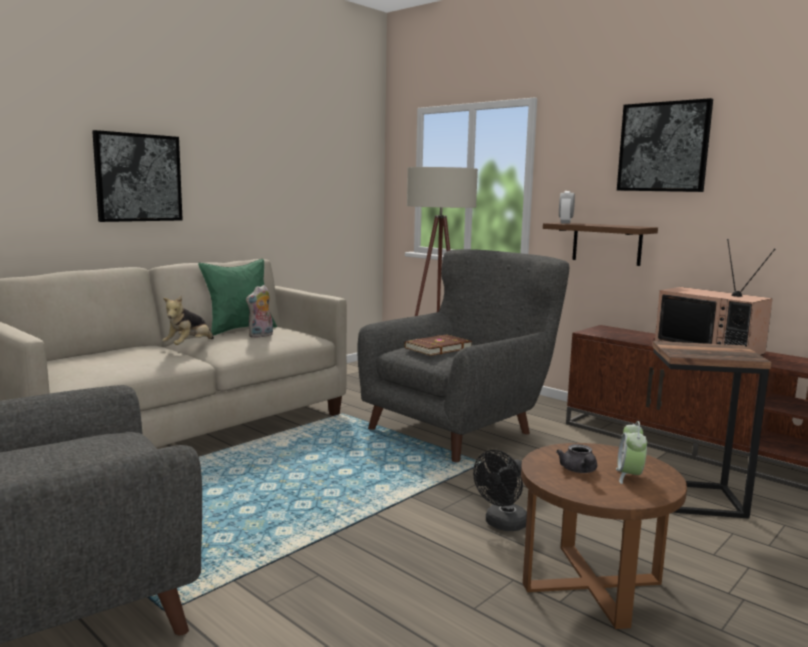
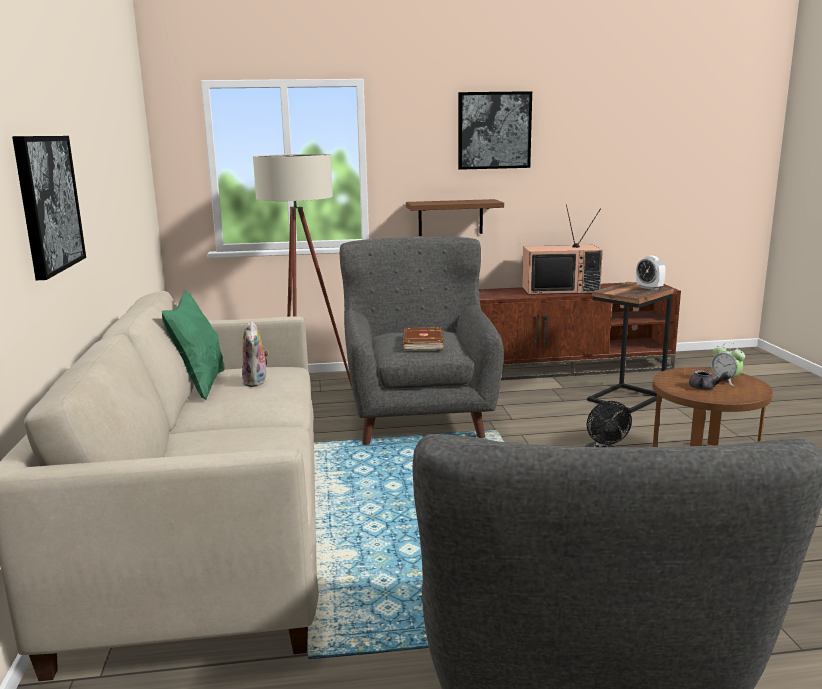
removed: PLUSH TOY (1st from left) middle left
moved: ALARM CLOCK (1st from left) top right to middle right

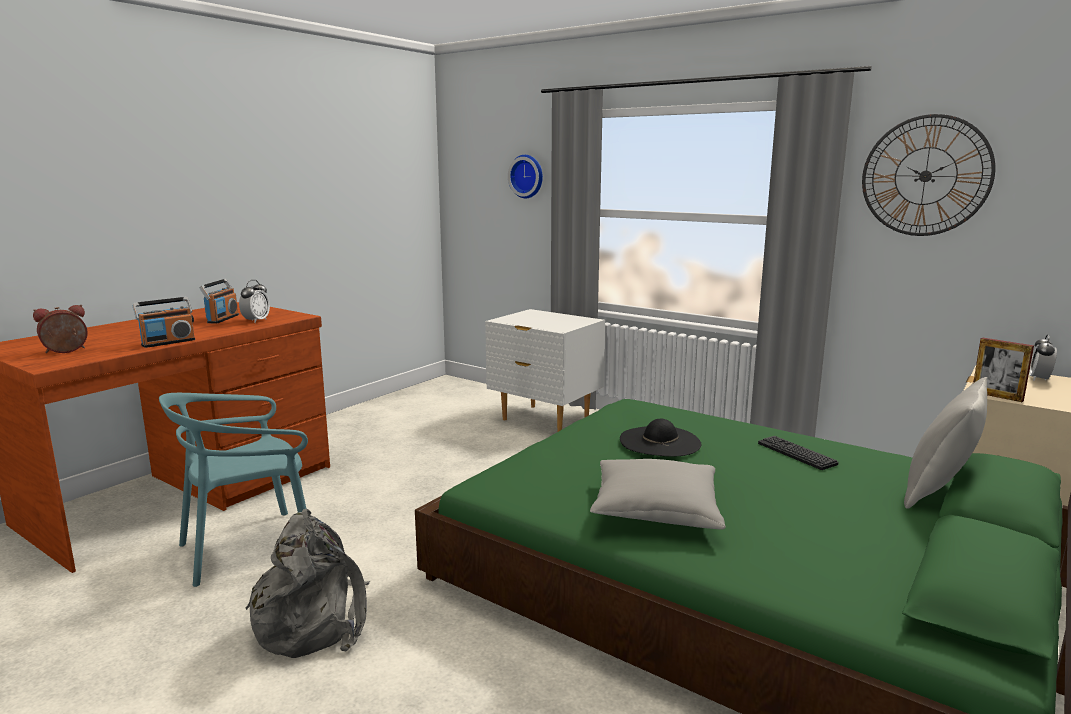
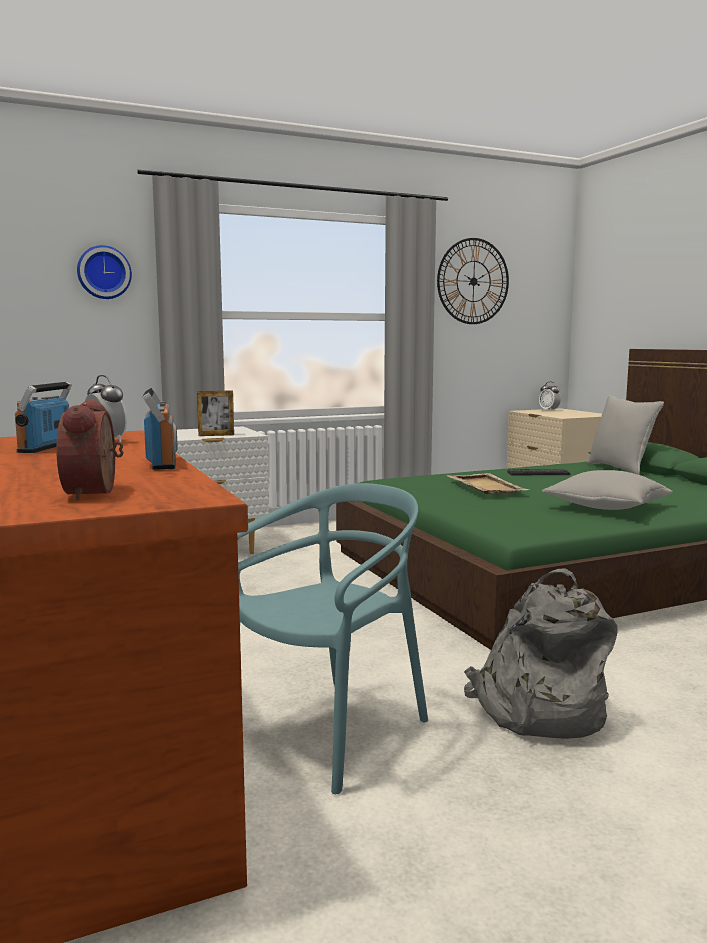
moved: PICTURE FRAME middle right to middle left
replaced: BLACK HAT centre to BEIGE TRAY middle right
turned: RADIO (2nd from left in the first image) middle left = middle left 120 degrees counterclockwise; TURQUOISE CHAIR bottom left = bottom centre 135 degrees counterclockwise

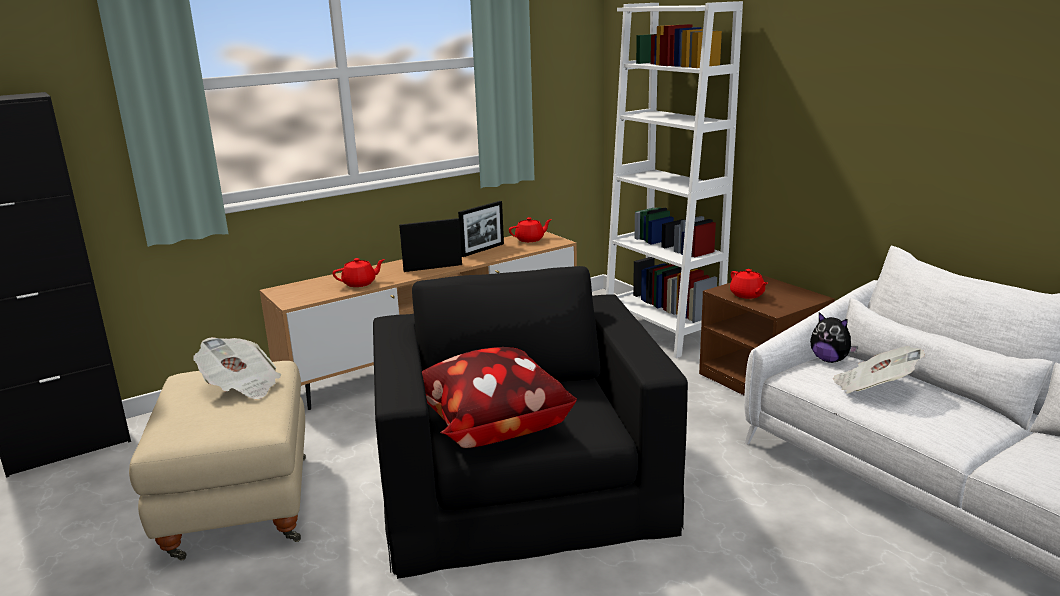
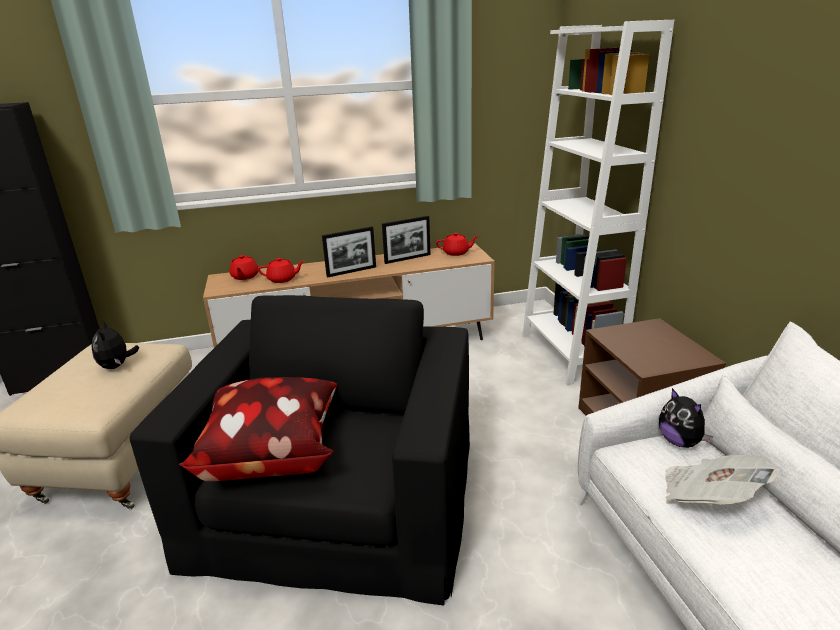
moved: RED TEAPOT (3rd from left in the first image) middle right to RED TEAPOT (1st from left) middle left
replaced: NEWSPAPER (1st from left) middle left to PLUSH TOY (1st from left) middle left
turned: PICTURE FRAME (1st from left) centre = centre 150 degrees clockwise

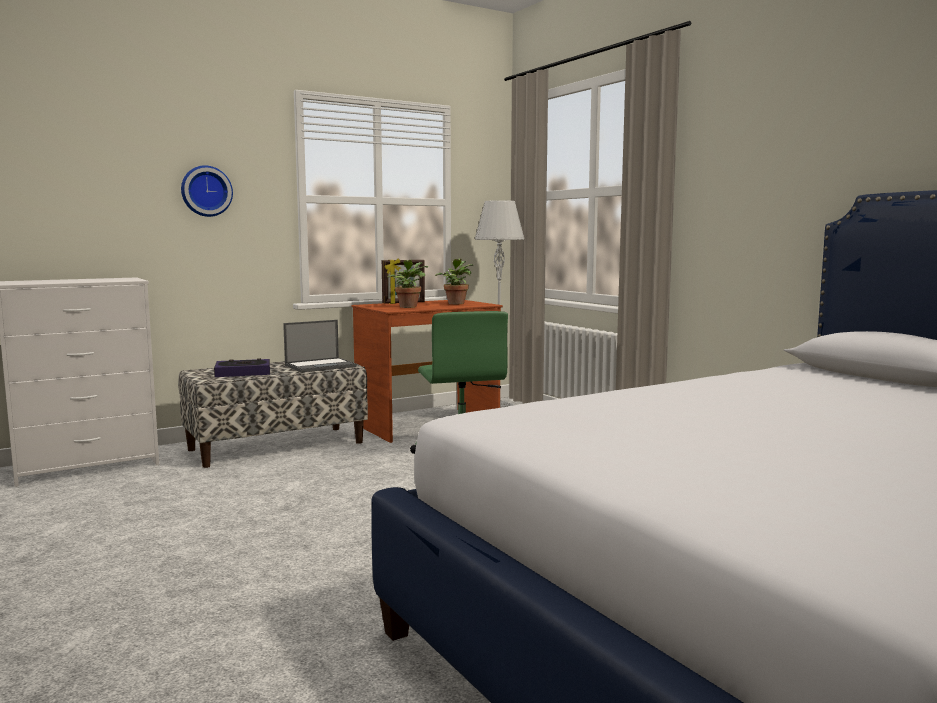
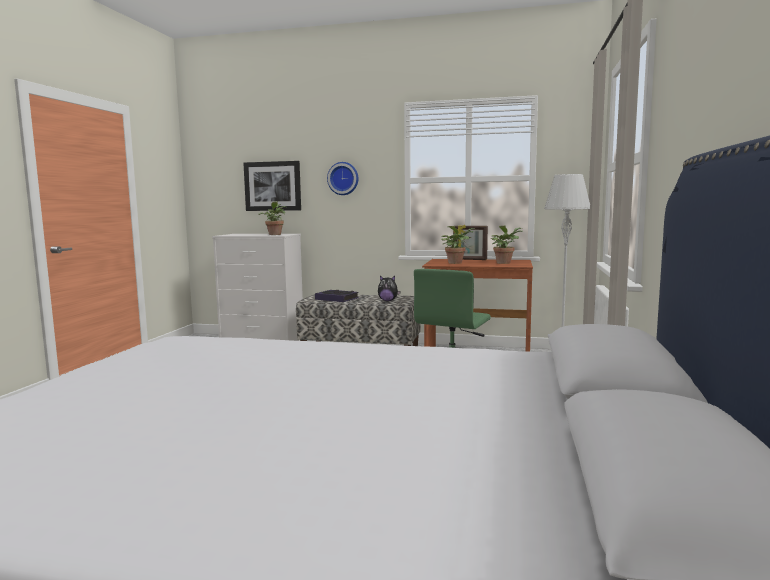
added: PICTURE top centre; POTTED PLANT (1st from left) centre
replaced: LAPTOP centre to PLUSH TOY centre

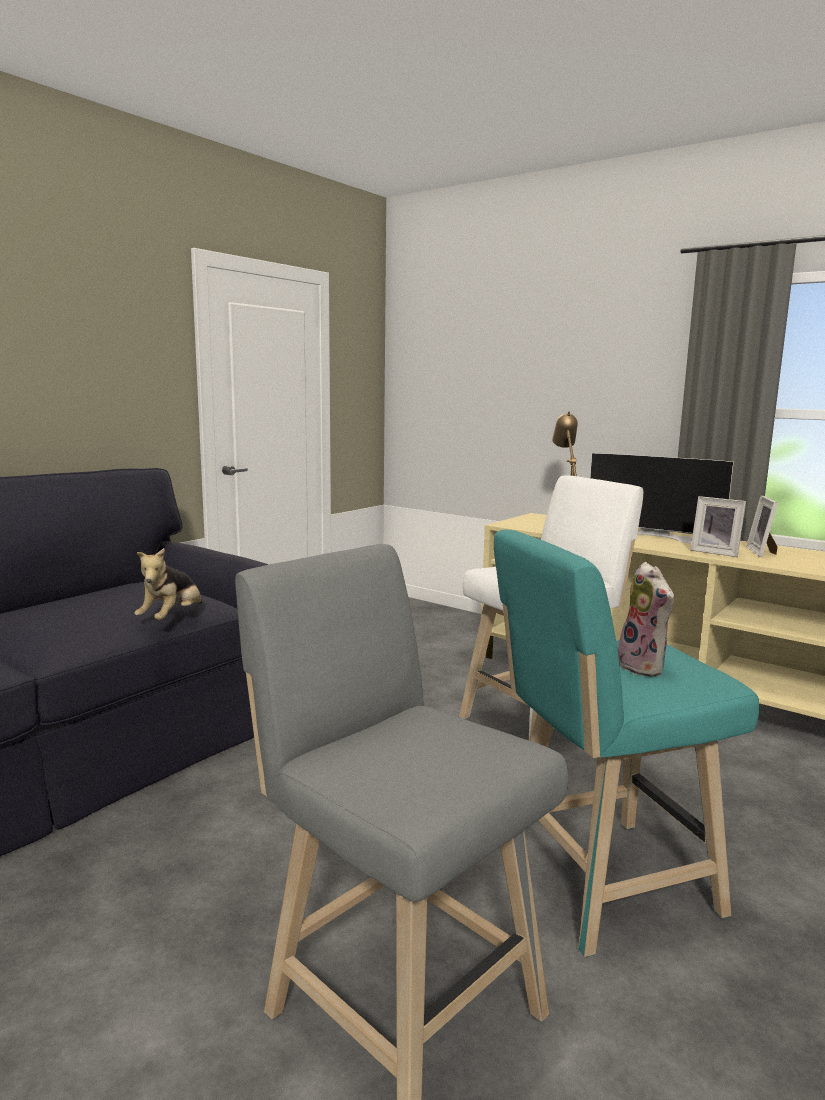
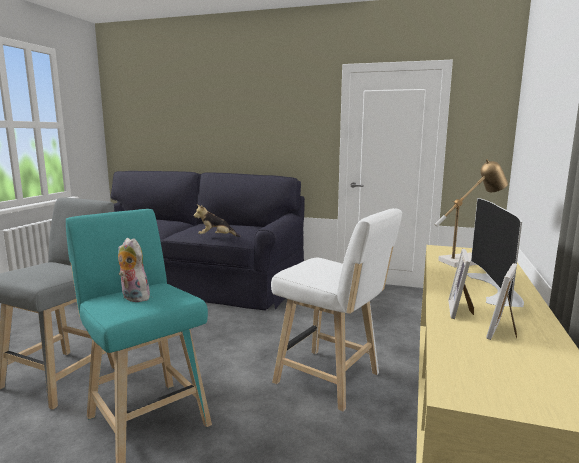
turned: PICTURE FRAME (2nd from left) middle right = middle right 45 degrees counterclockwise; PLUSH TOY (2nd from left in the first image) middle right = middle left 75 degrees clockwise

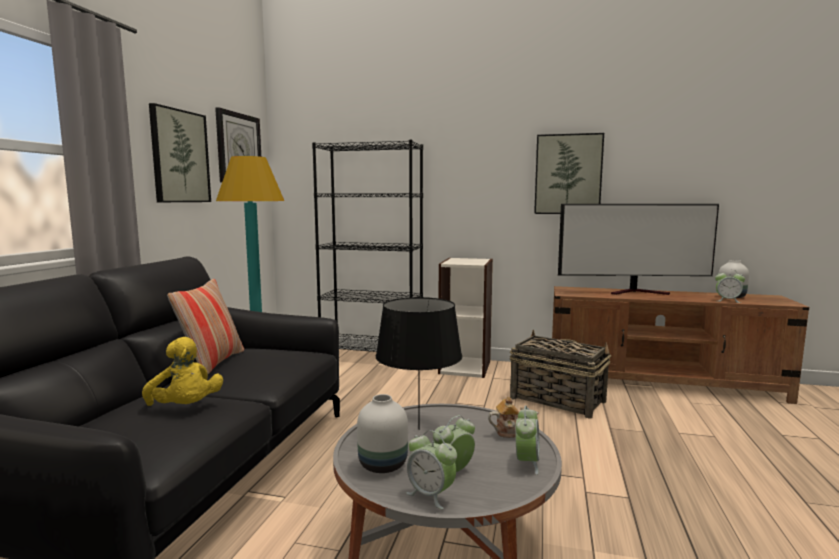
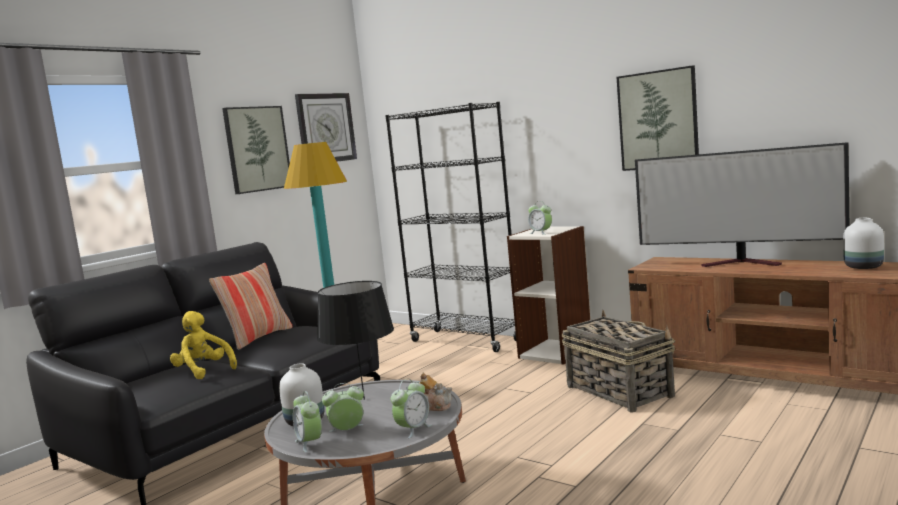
moved: ALARM CLOCK (4th from left) middle right to centre
turned: YELLOW PLUSH TOY middle left = bottom left 150 degrees clockwise

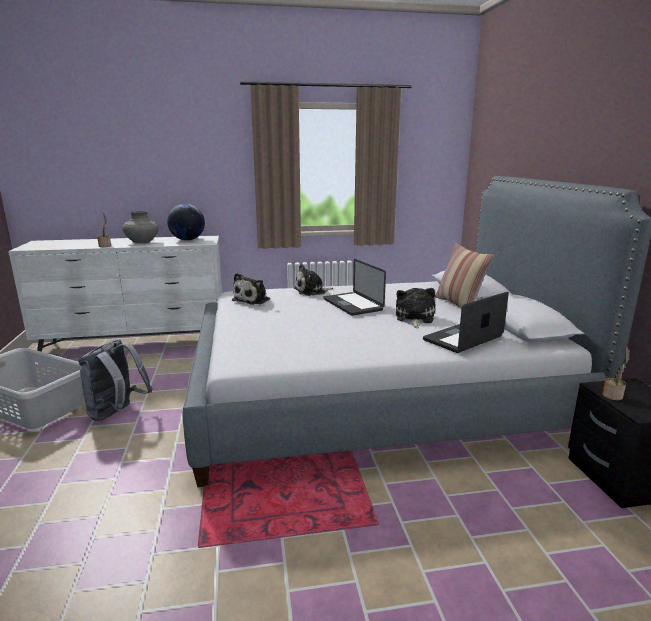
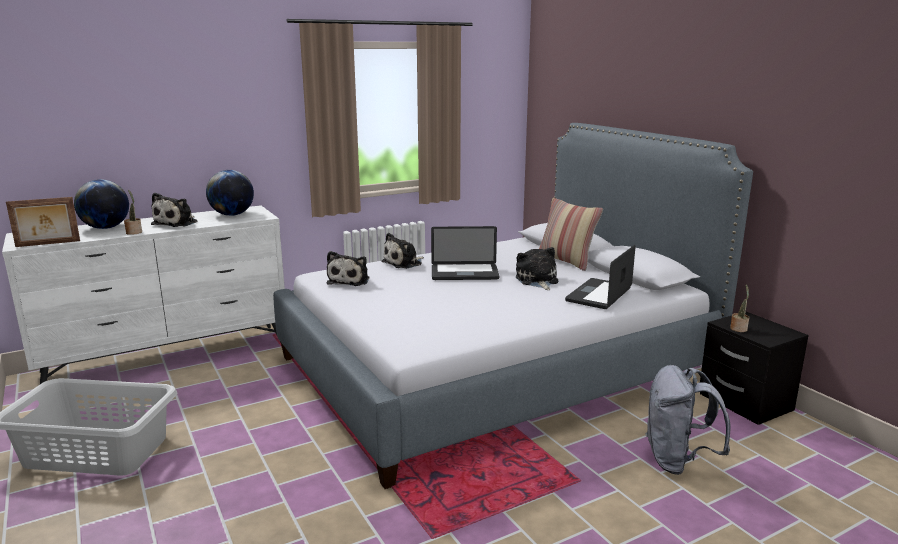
added: GLOBE (1st from left) middle left; PICTURE FRAME middle left
moved: GREY BACKPACK middle left to bottom right
replaced: GREY VASE middle left to PLUSH TOY (1st from left) middle left
turned: LAPTOP (1st from left) centre = centre 45 degrees counterclockwise

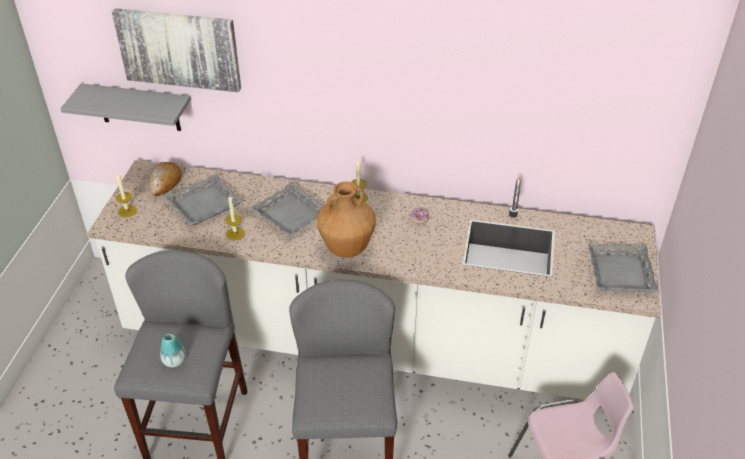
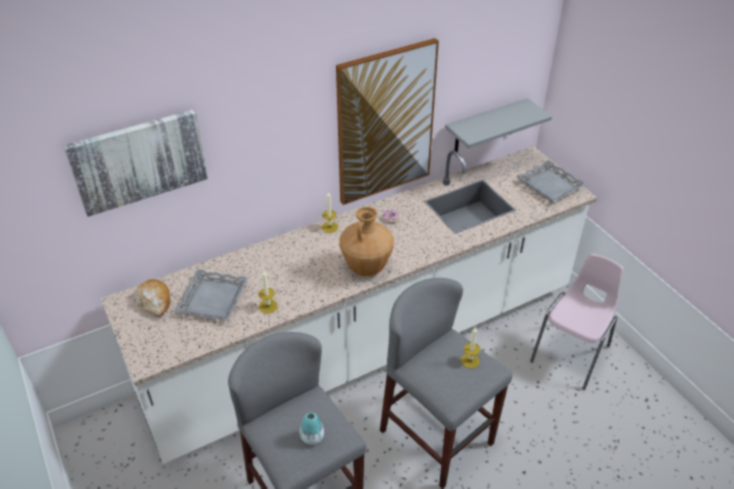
removed: GREY TRAY (2nd from left) centre
added: PICTURE (2nd from left) top centre
moved: GREY SHELF top left to top right; CANDLE (1st from left in the first image) middle left to CANDLE (3rd from left) bottom centre

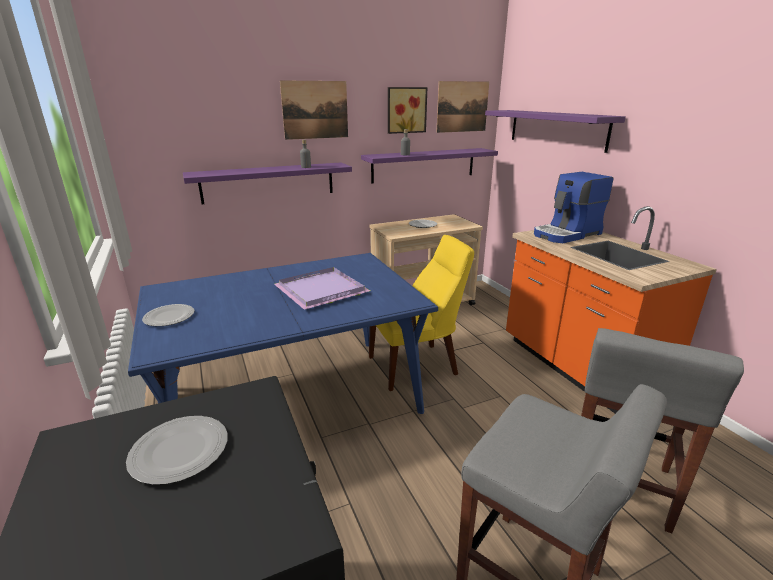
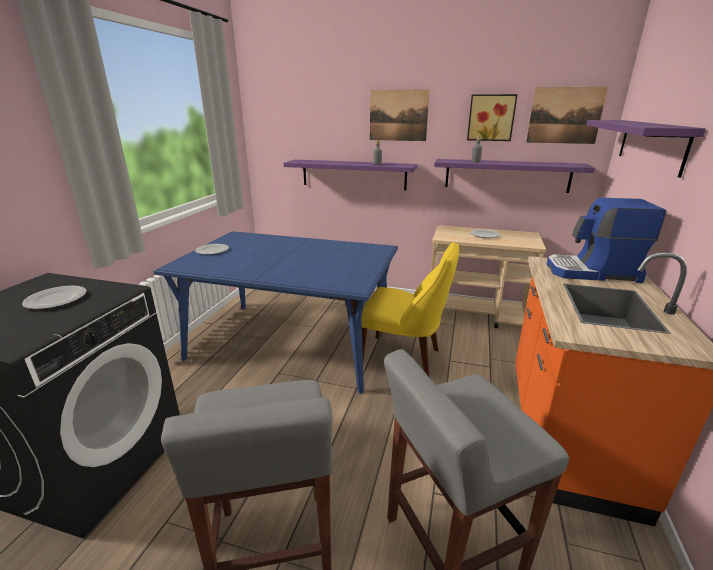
removed: PURPLE TRAY centre

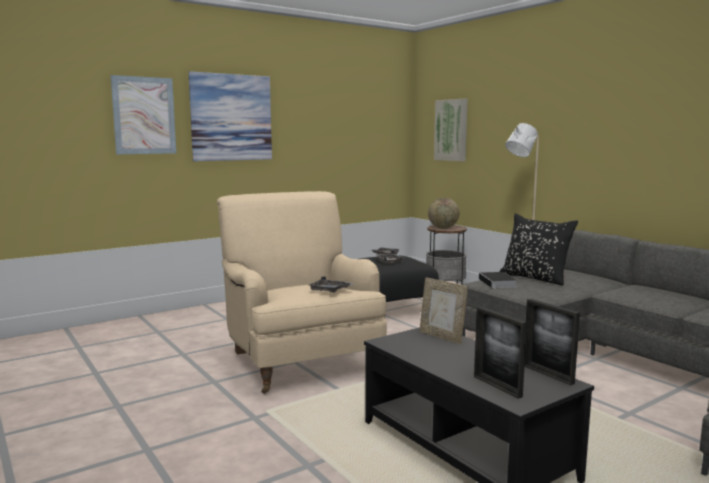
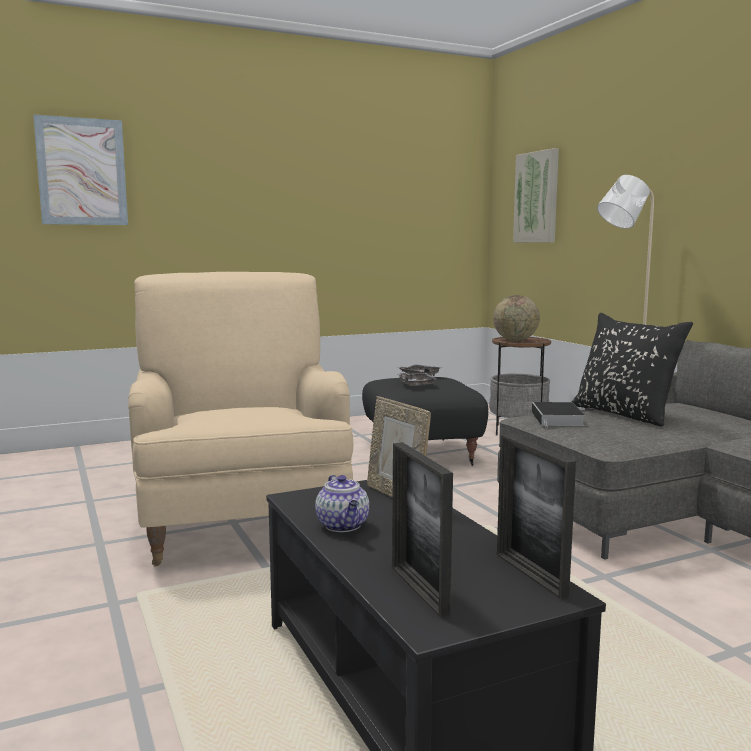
removed: PICTURE (2nd from left) top left; GREY TRAY (1st from left) centre
added: TEAPOT bottom centre

